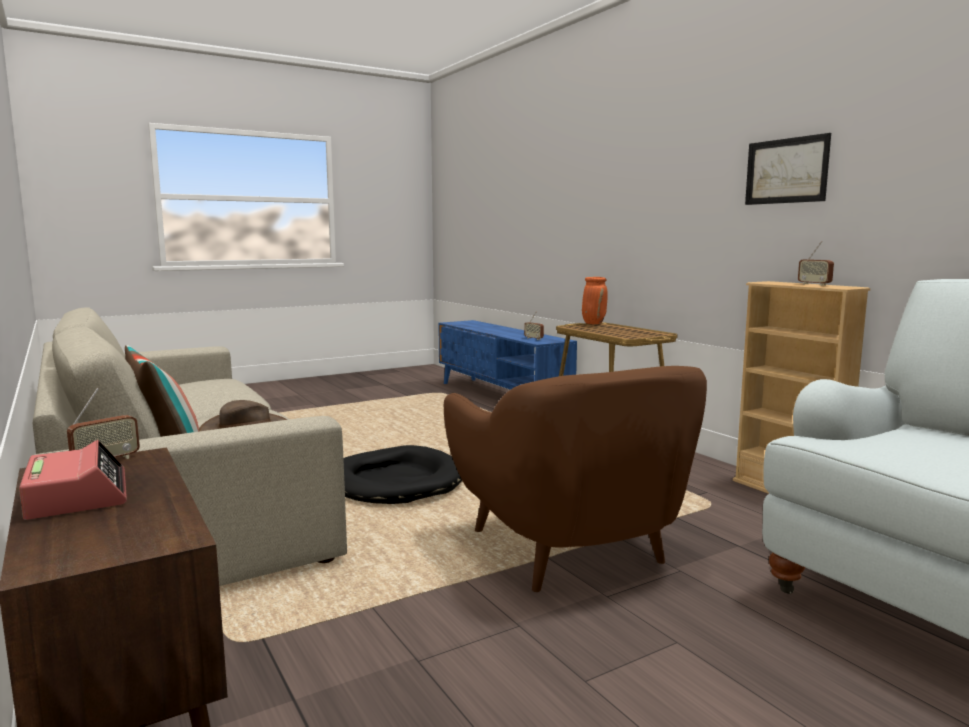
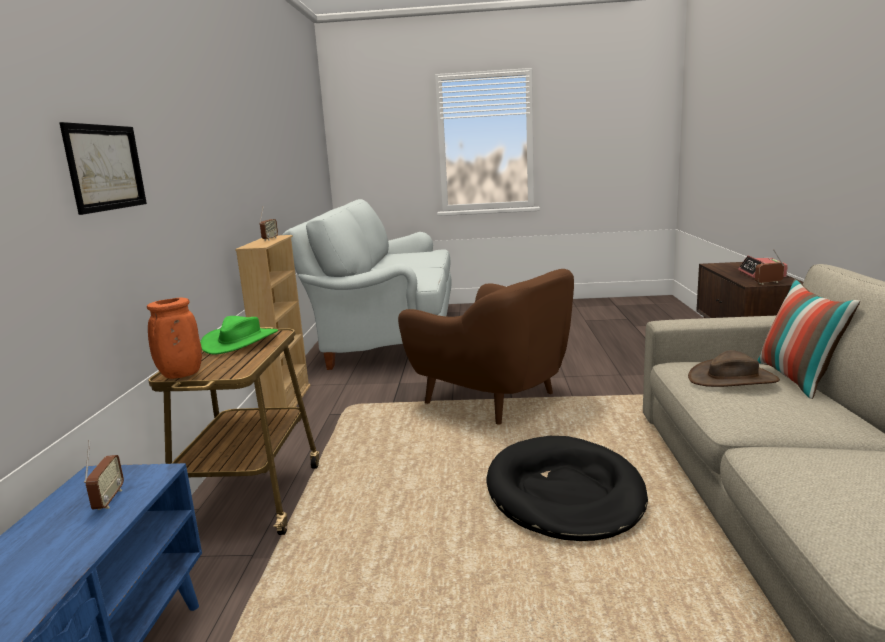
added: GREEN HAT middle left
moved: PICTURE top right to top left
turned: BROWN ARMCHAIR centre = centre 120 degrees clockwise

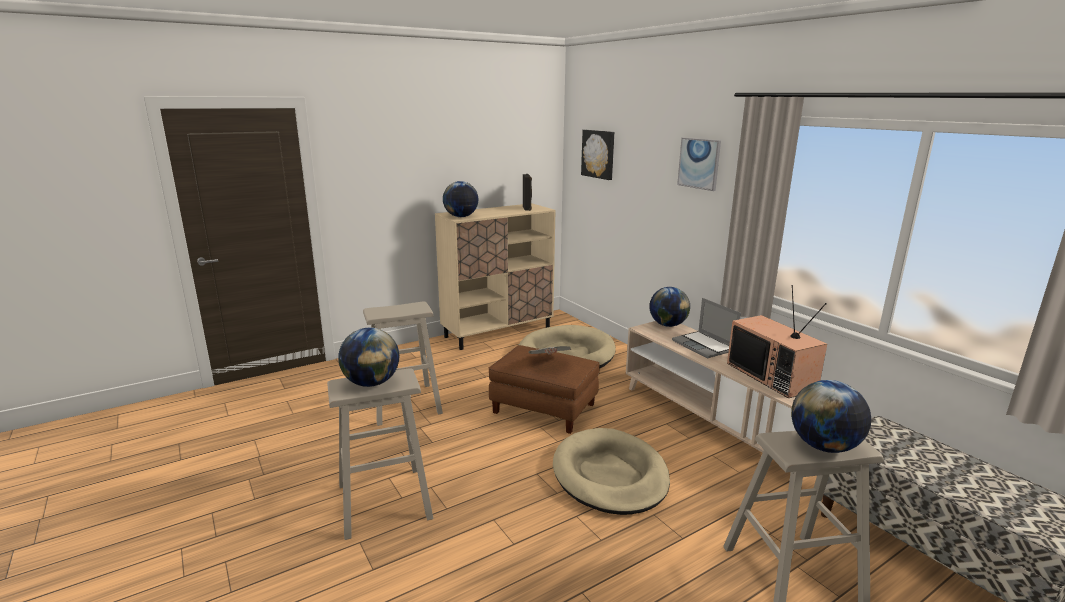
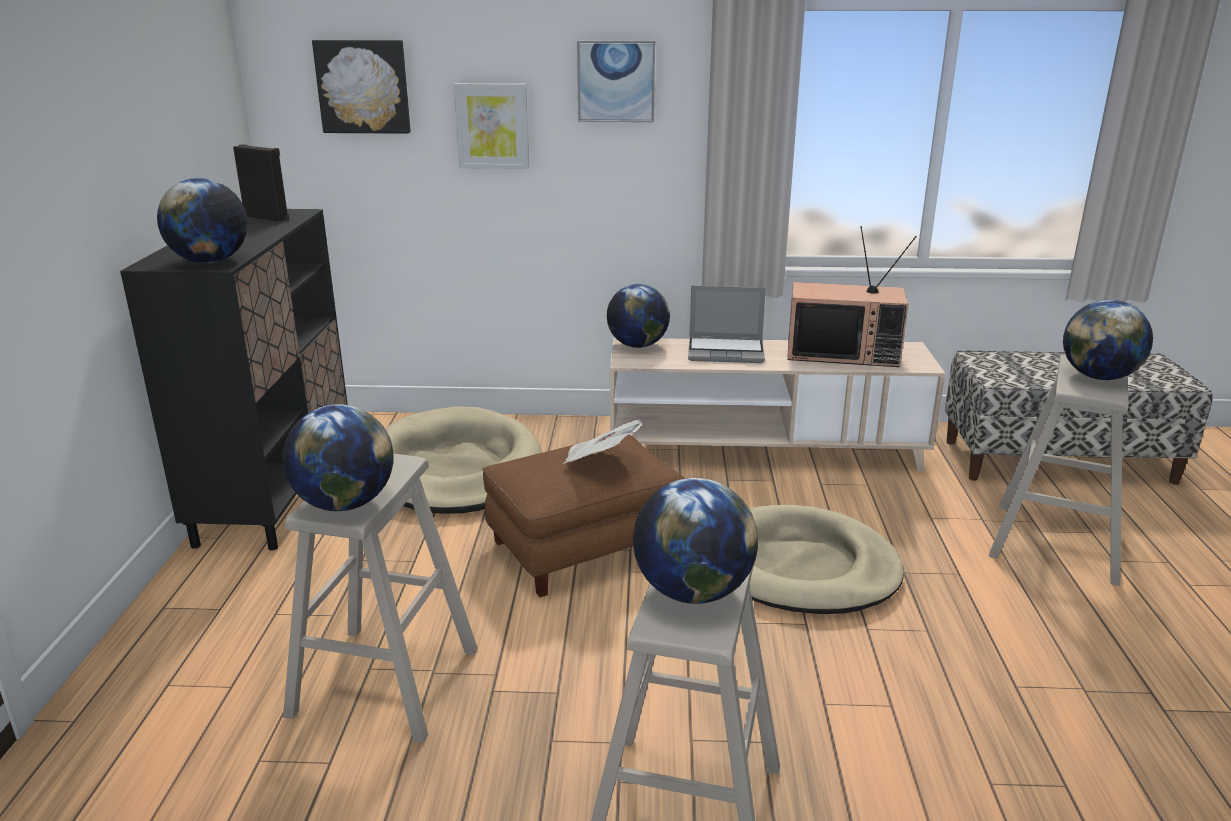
added: PICTURE (2nd from left) top centre; GLOBE (2nd from left) middle left
recoloured: BEIGE CABINET centre to BLACK CABINET middle left

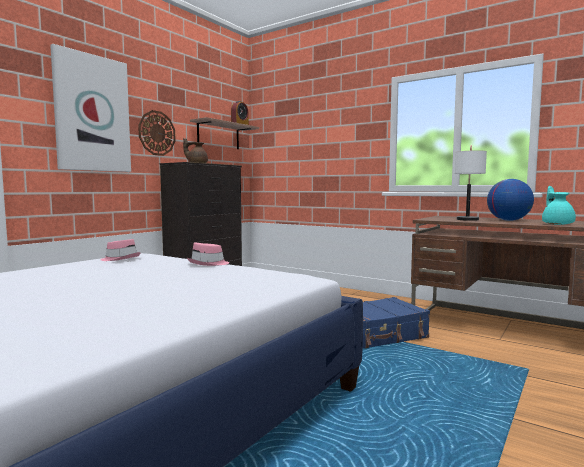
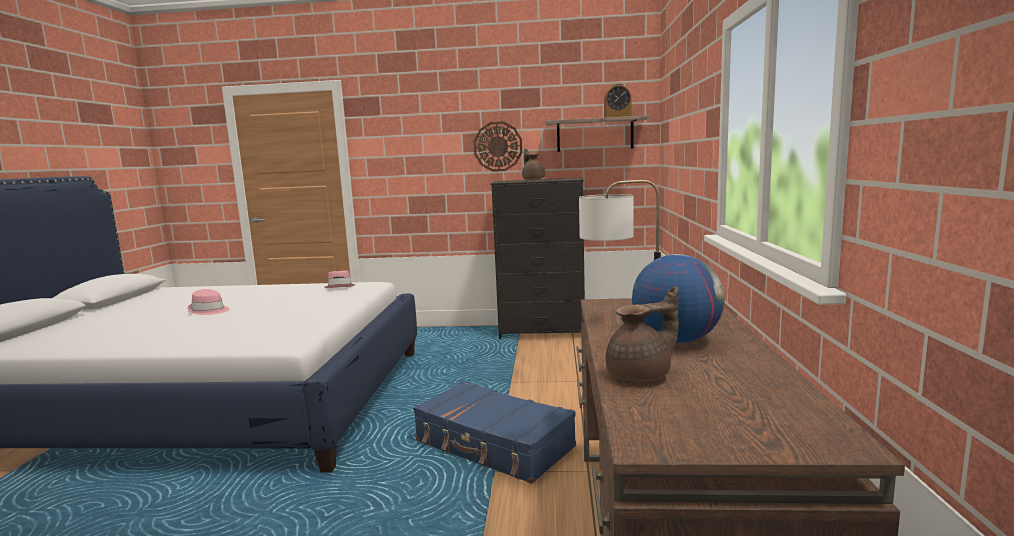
removed: PICTURE top left
moved: PINK HAT (2nd from left in the first image) centre to PINK HAT (1st from left) middle left
recoloured: TURQUOISE TEAPOT middle right to BROWN TEAPOT (2nd from left) centre

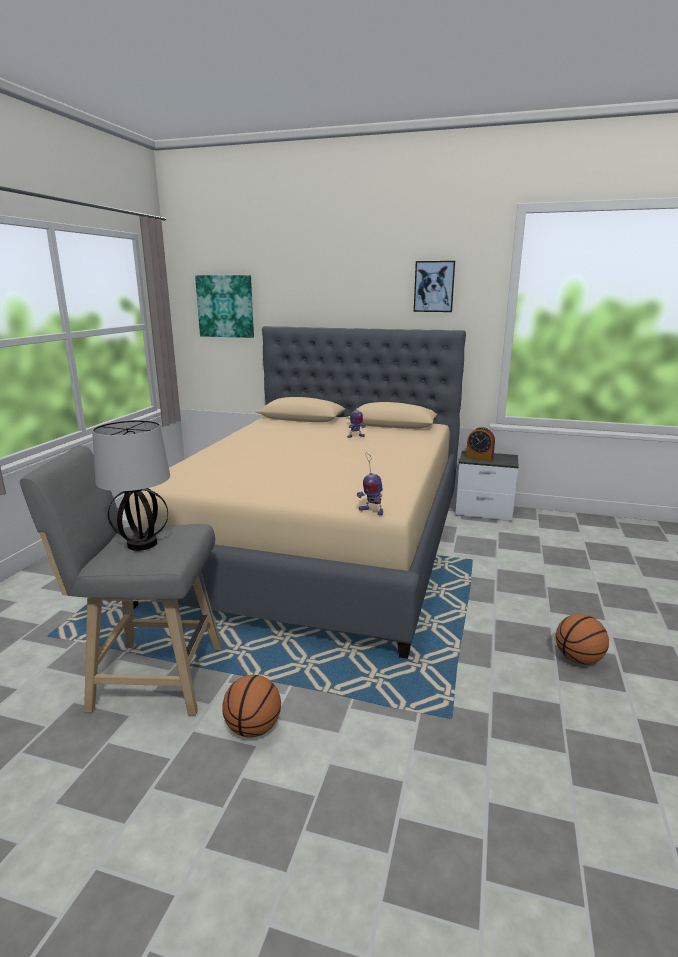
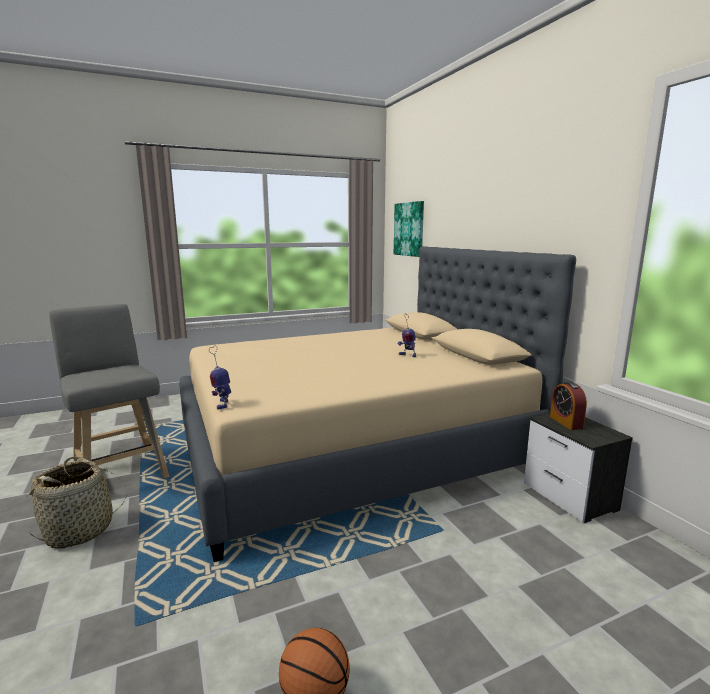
removed: PICTURE (2nd from left) top centre; TABLE LAMP middle left
replaced: BASKETBALL (1st from left) bottom centre to BASKET bottom left

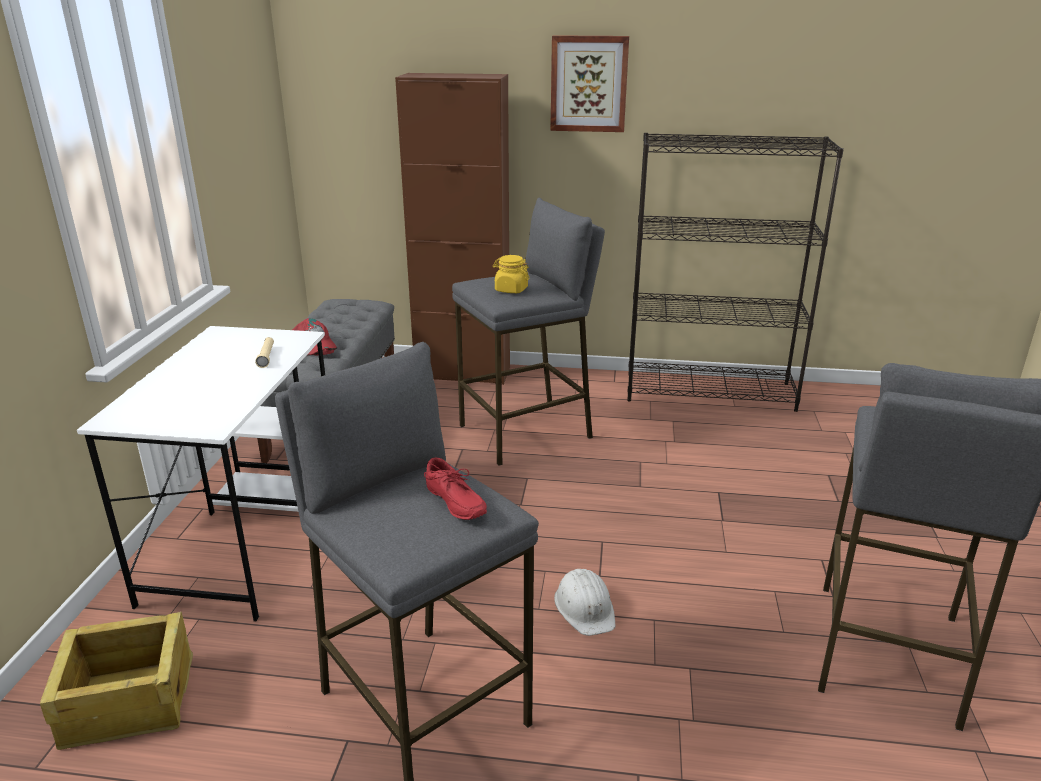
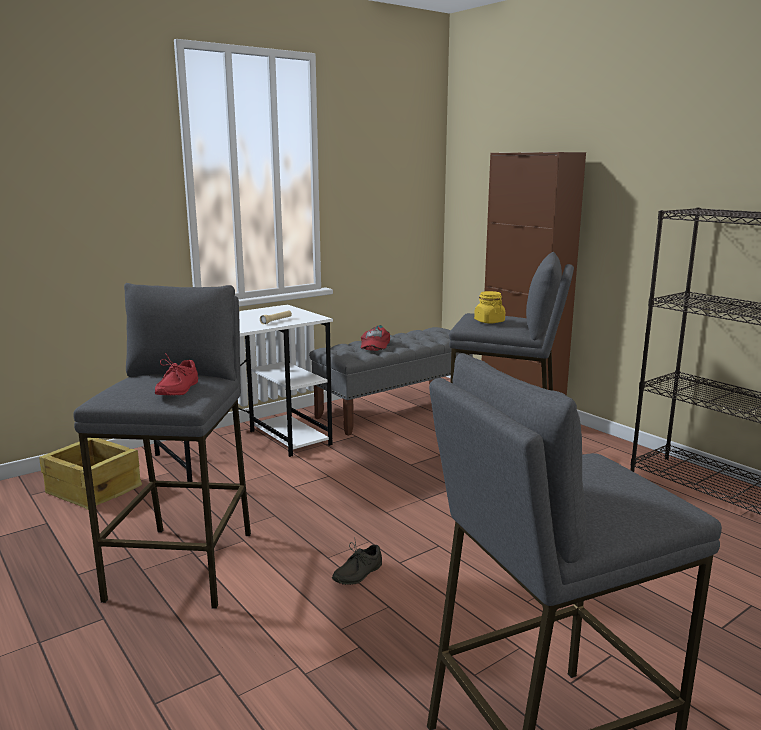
removed: PICTURE top centre
replaced: WHITE HARD HAT bottom centre to GREY SHOE bottom centre

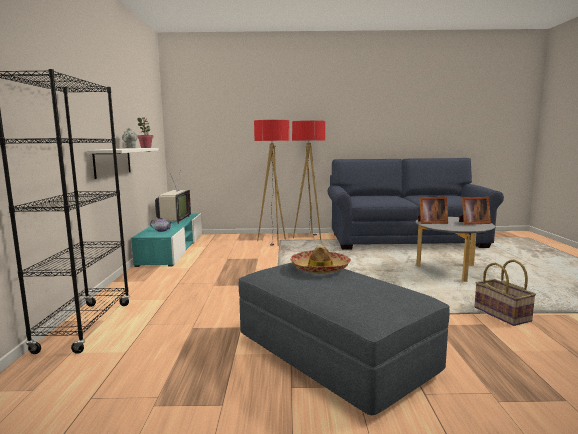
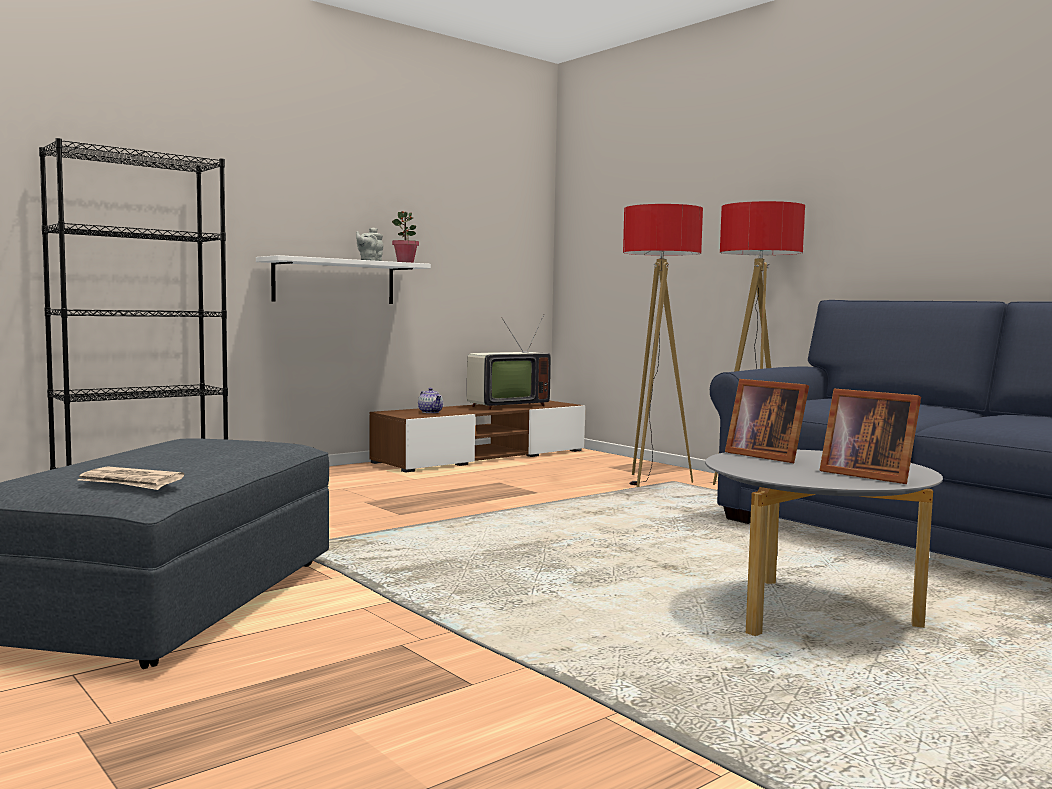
removed: HAT centre; BASKET bottom right
added: NEWSPAPER middle left
recoloured: TURQUOISE TV STAND middle left to BROWN TV STAND centre

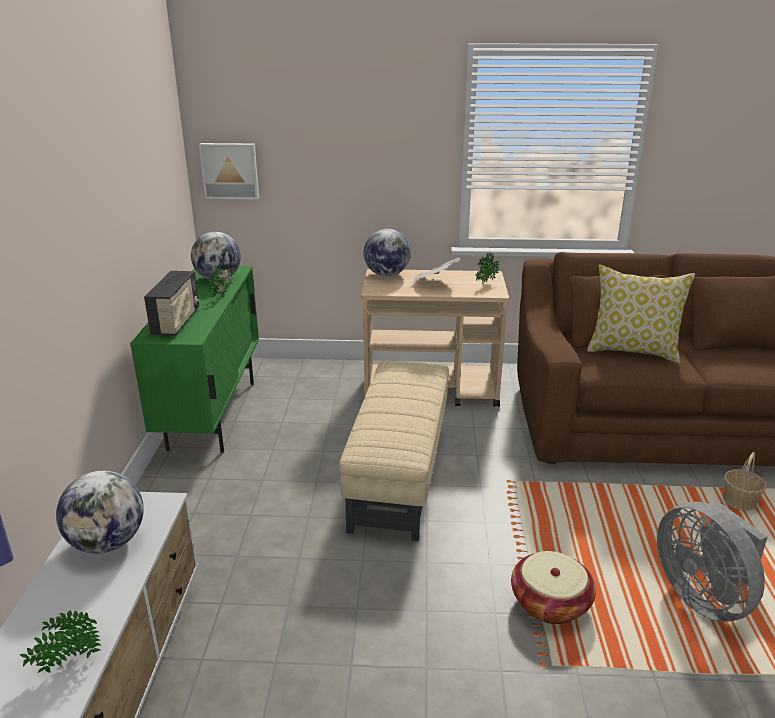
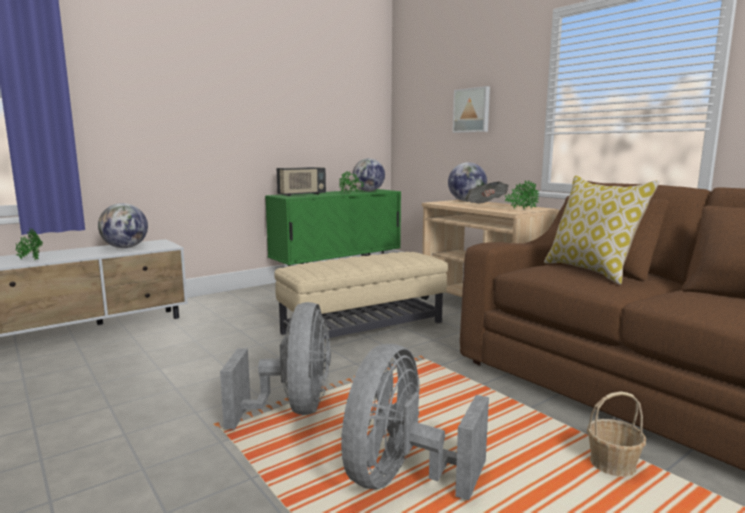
moved: PICTURE top left to top centre
replaced: BASKET (1st from left) bottom right to GREY FAN (1st from left) bottom centre

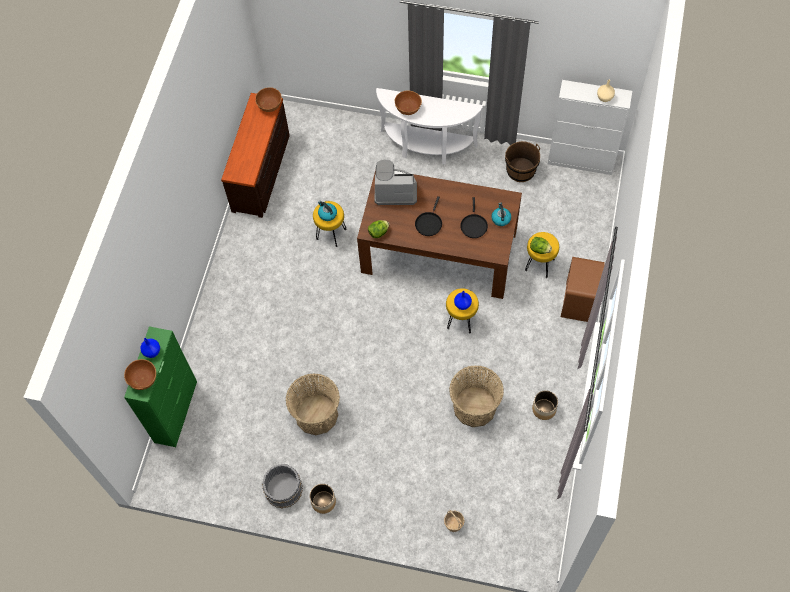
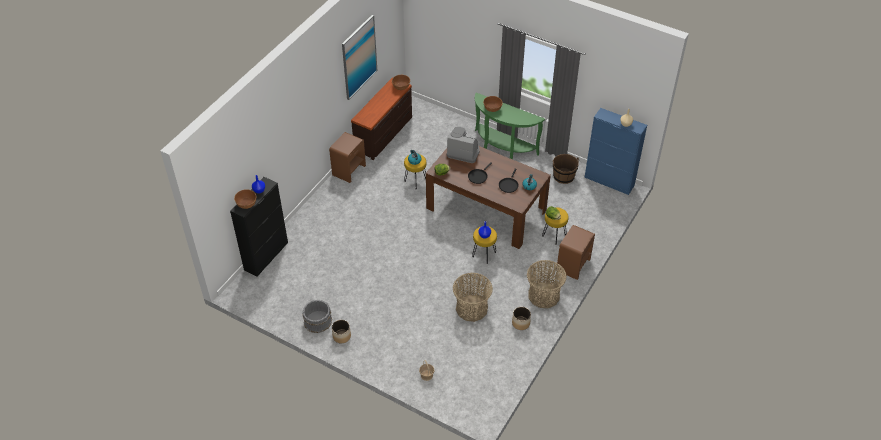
added: PICTURE top centre; BROWN NIGHTSTAND (1st from left) centre
moved: BASKET (1st from left in the first image) bottom centre to BASKET (3rd from left) centre
recoloured: WHITE CABINET top right to BLUE CABINET middle right; WHITE CONSOLE TABLE top centre to GREEN CONSOLE TABLE top centre; GREEN CABINET middle left to BLACK CABINET middle left

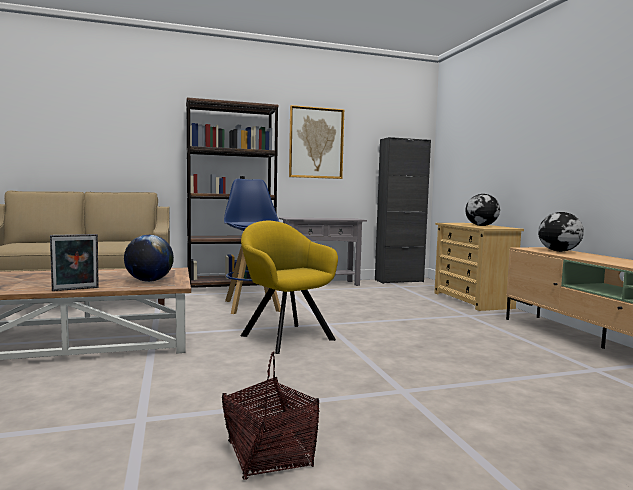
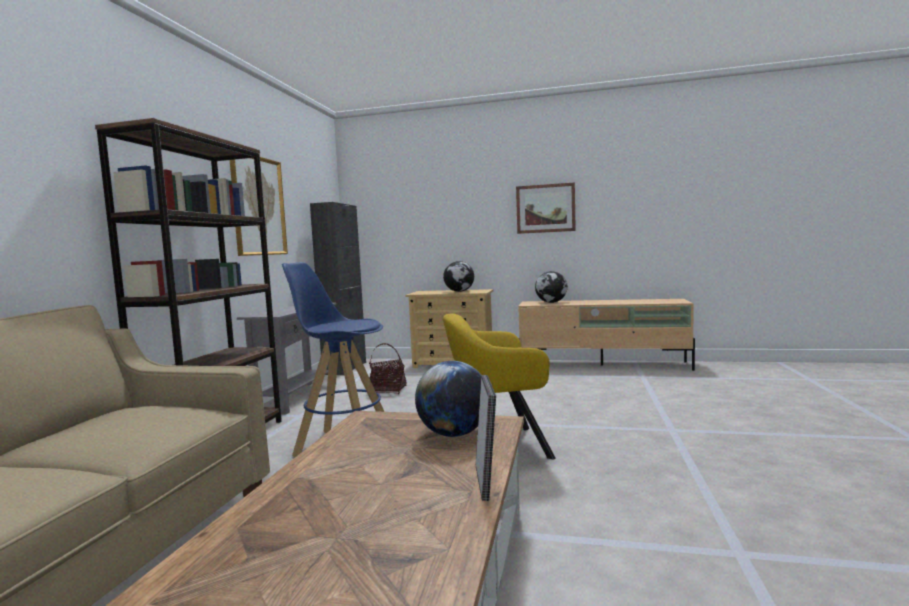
added: PICTURE (2nd from left) centre
moved: BASKET bottom centre to centre

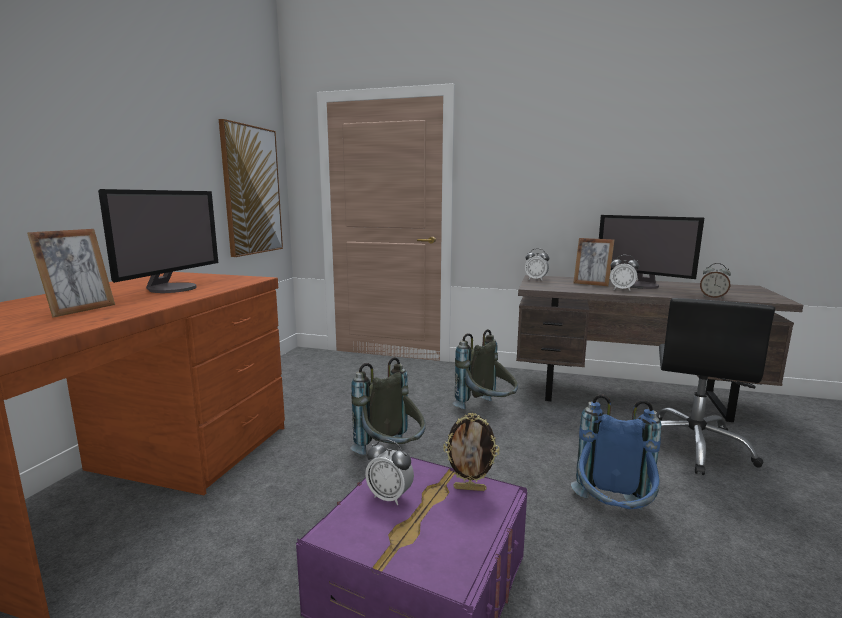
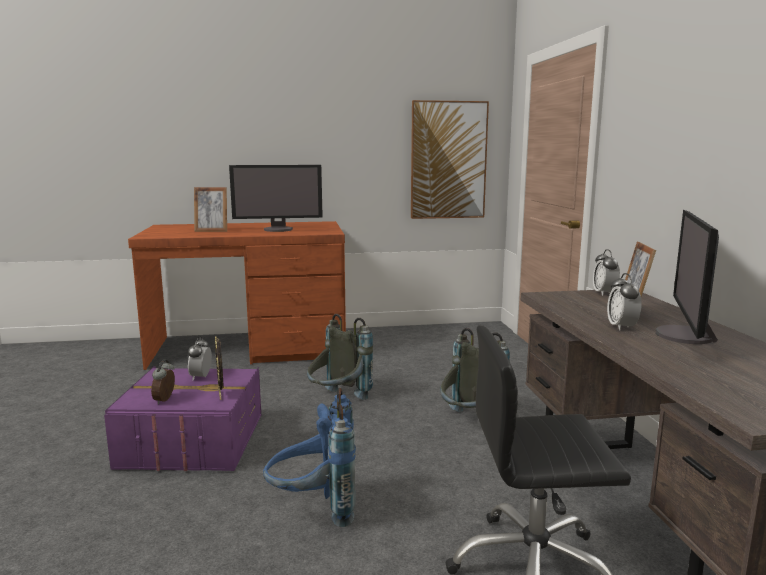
moved: ALARM CLOCK (4th from left in the first image) middle right to ALARM CLOCK (1st from left) middle left

